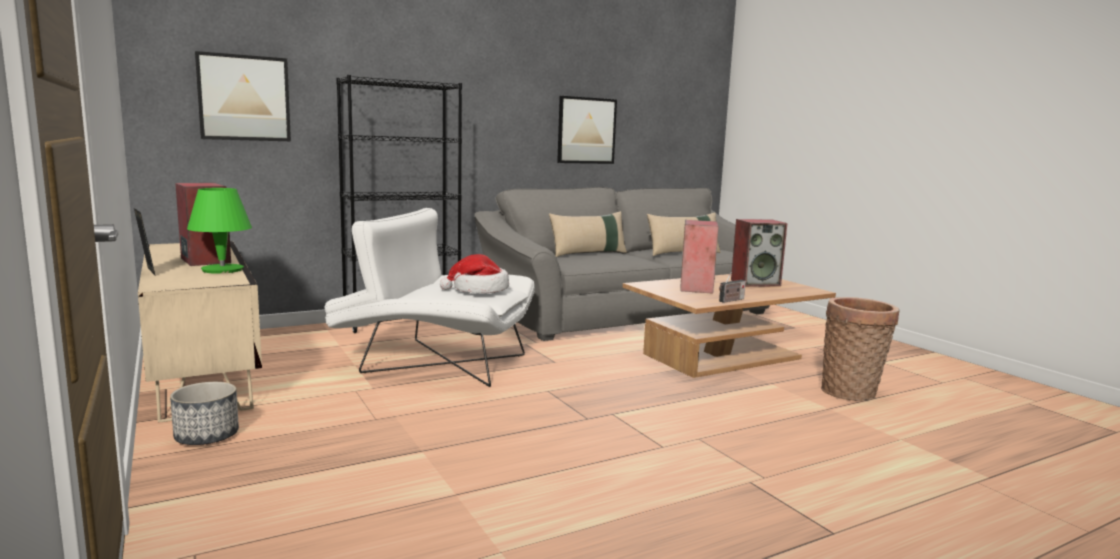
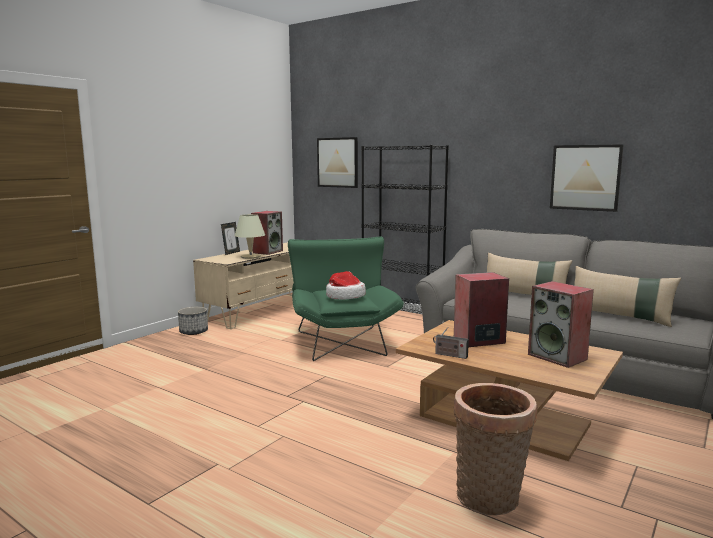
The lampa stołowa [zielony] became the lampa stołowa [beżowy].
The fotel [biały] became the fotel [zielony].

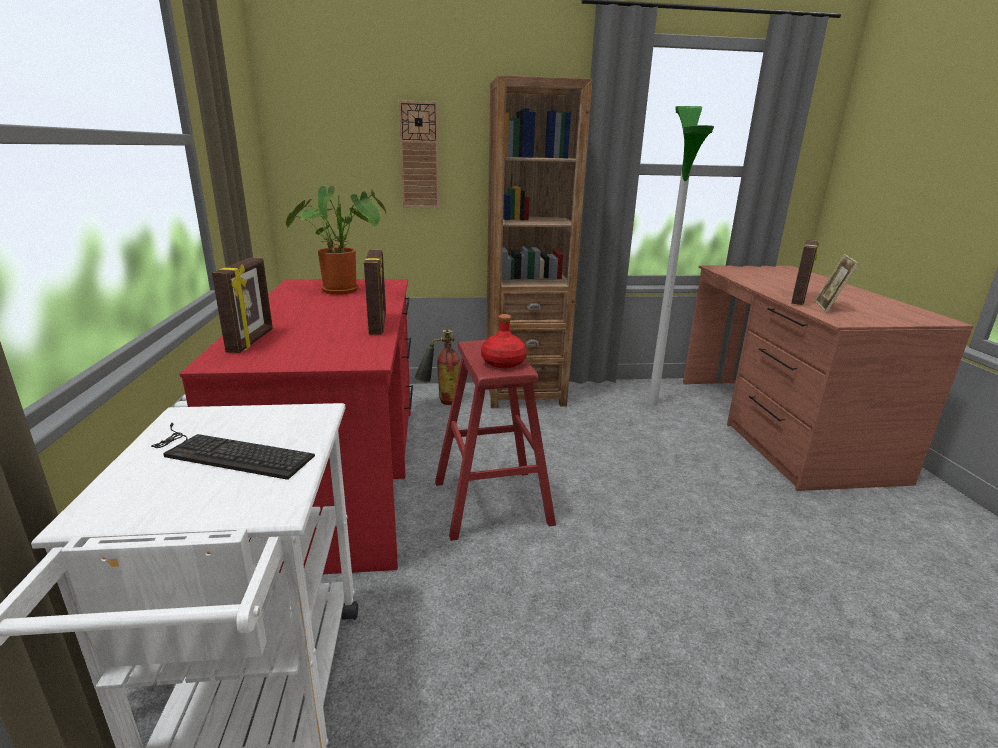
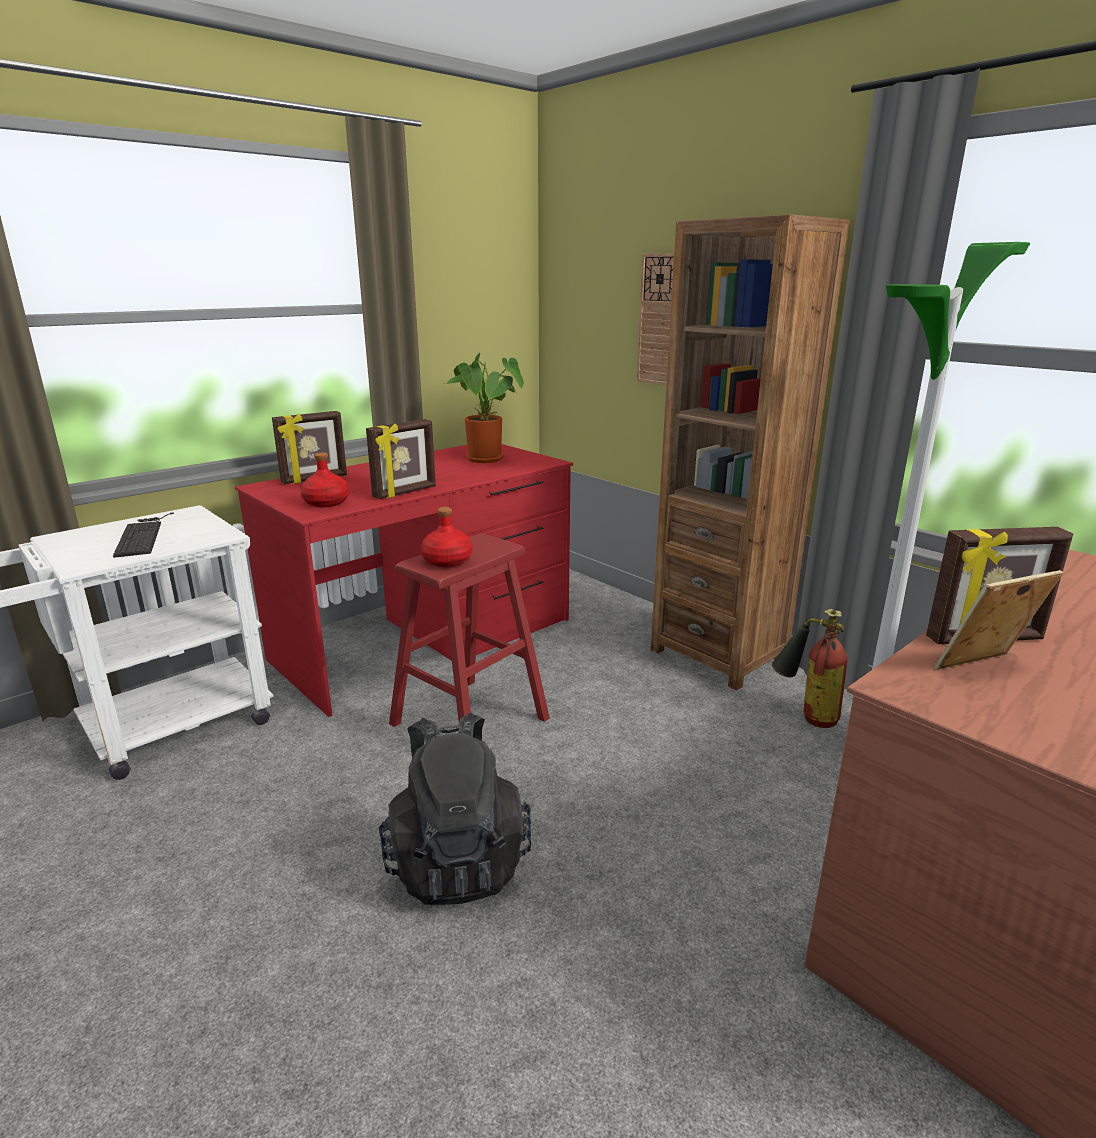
The gaśnica moved.
The butelka [czerwony] (1st from left) appeared.
The plecak [czarny] appeared.

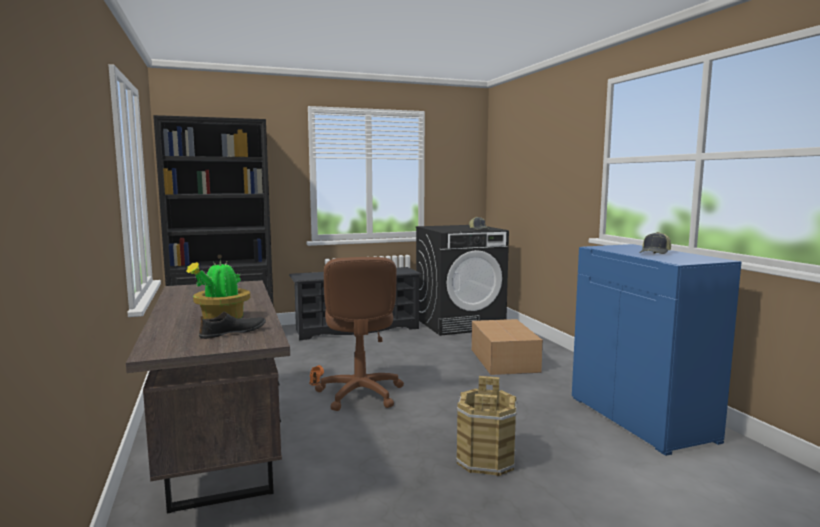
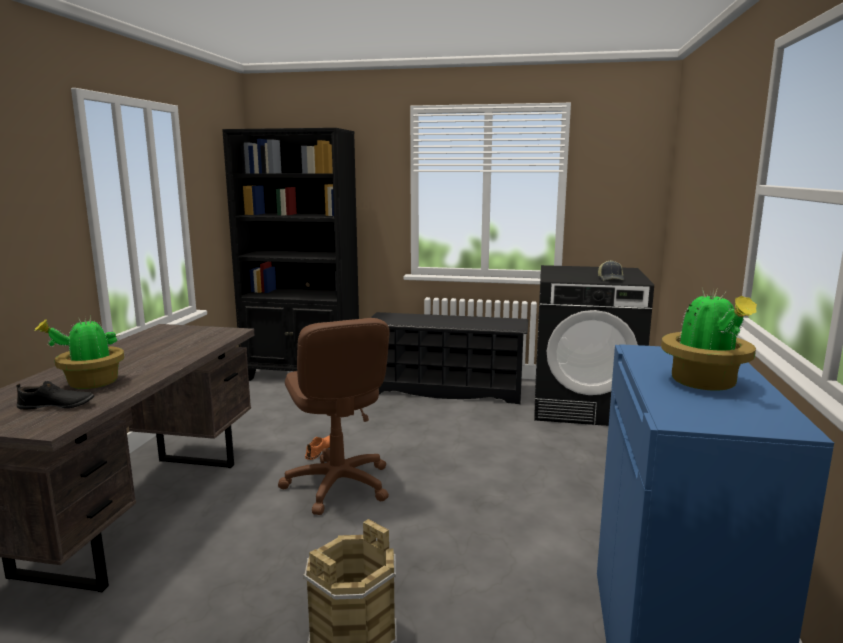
The krzesło biurowe [brązowy] turned 45 degrees counterclockwise.
The karton disappeared.
The czapka z daszkiem (2nd from left) was replaced by the roślina doniczkowa (2nd from left).

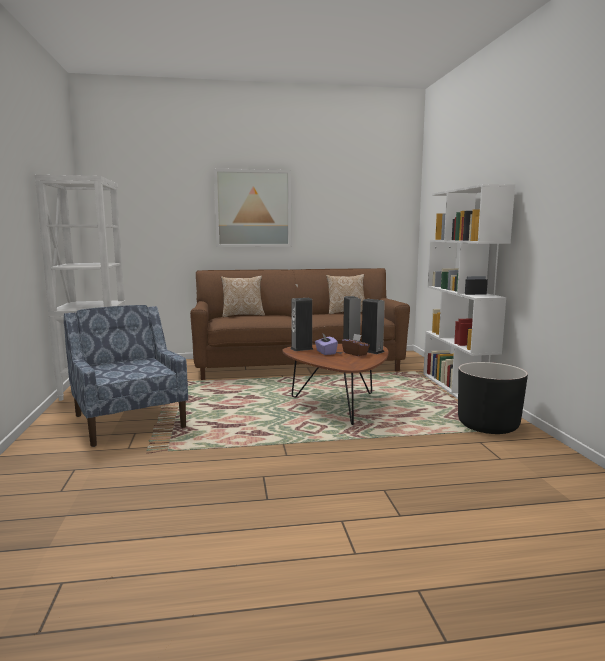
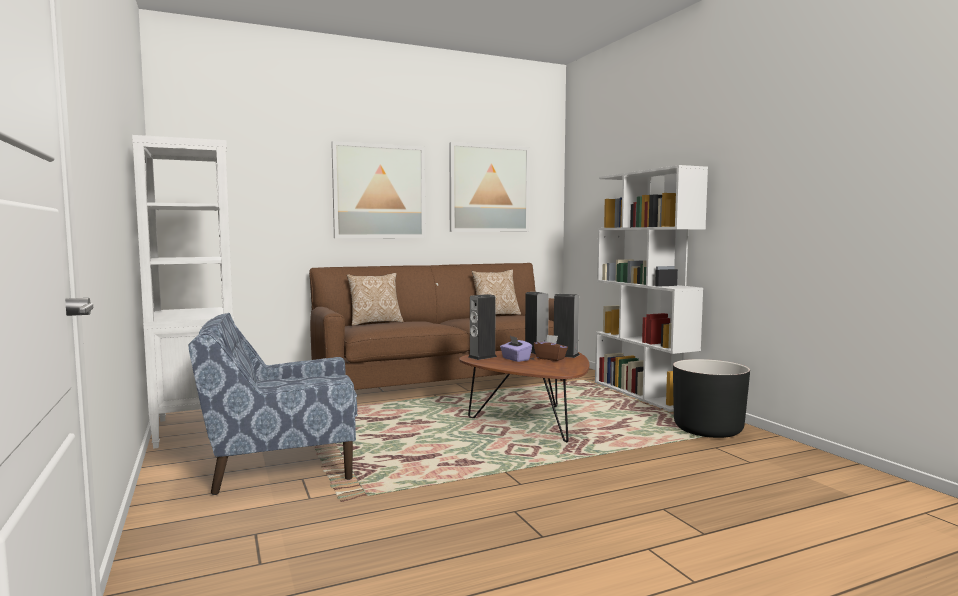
The fotel [niebieski] turned 60 degrees counterclockwise.
The obraz (2nd from left) appeared.

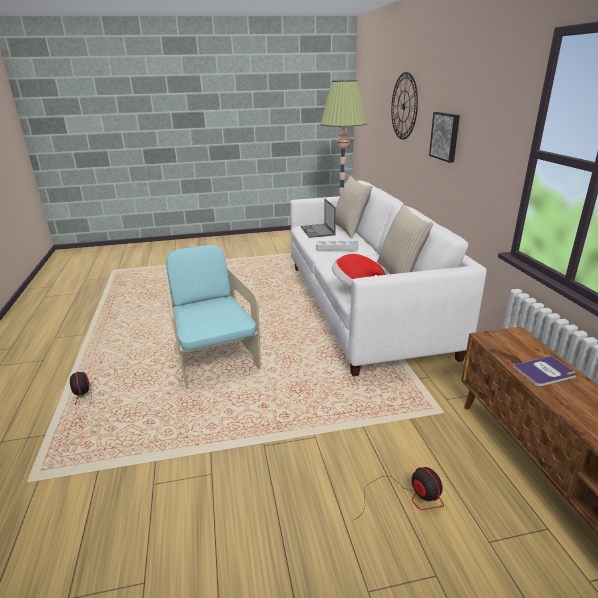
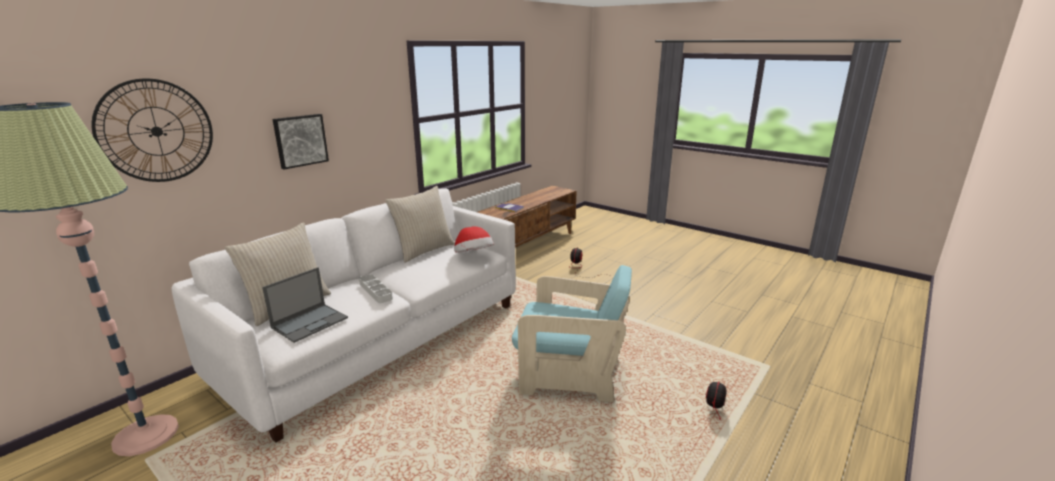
The fotel [turkusowy] turned 105 degrees counterclockwise.

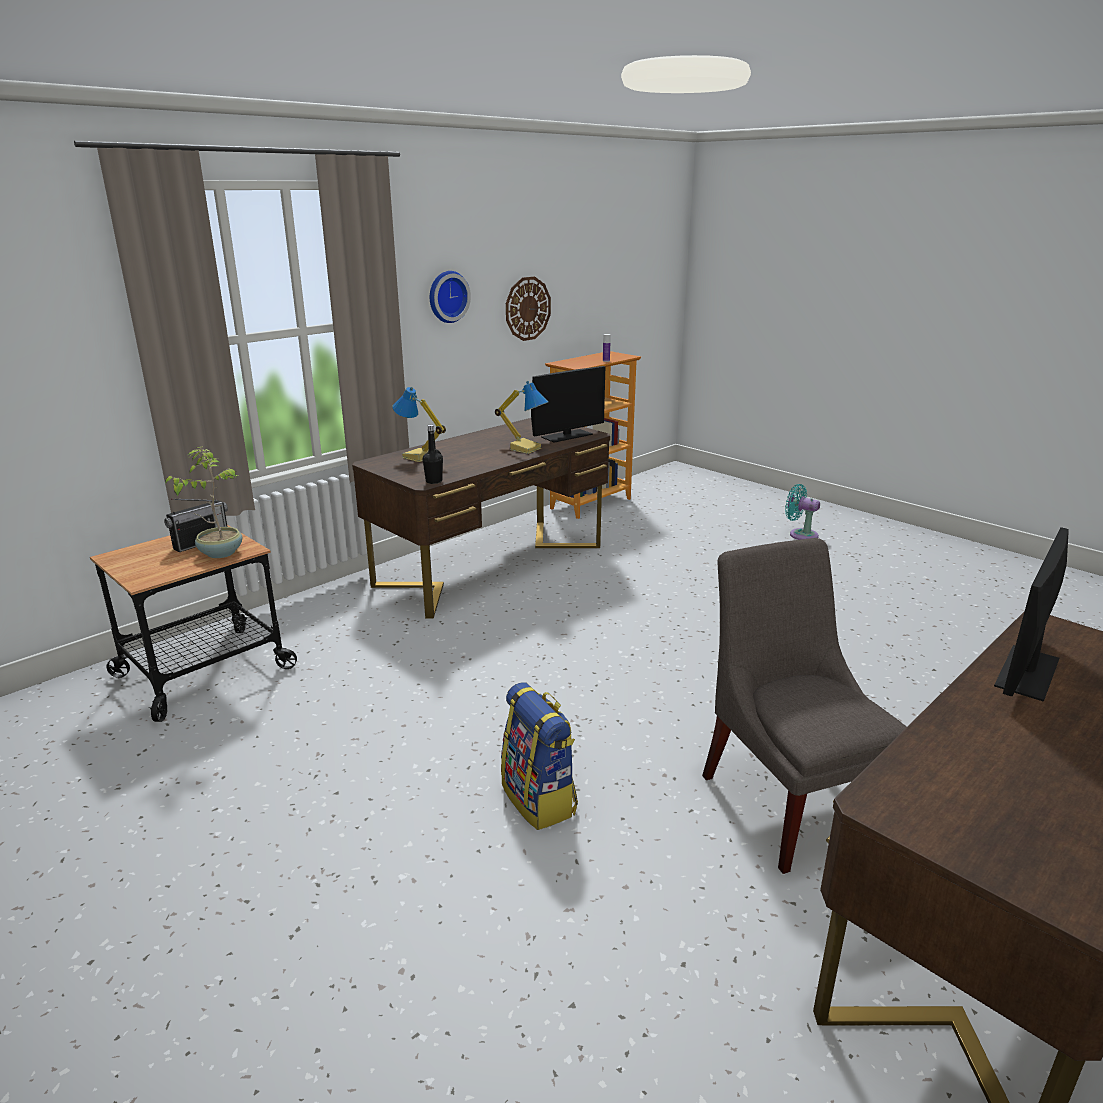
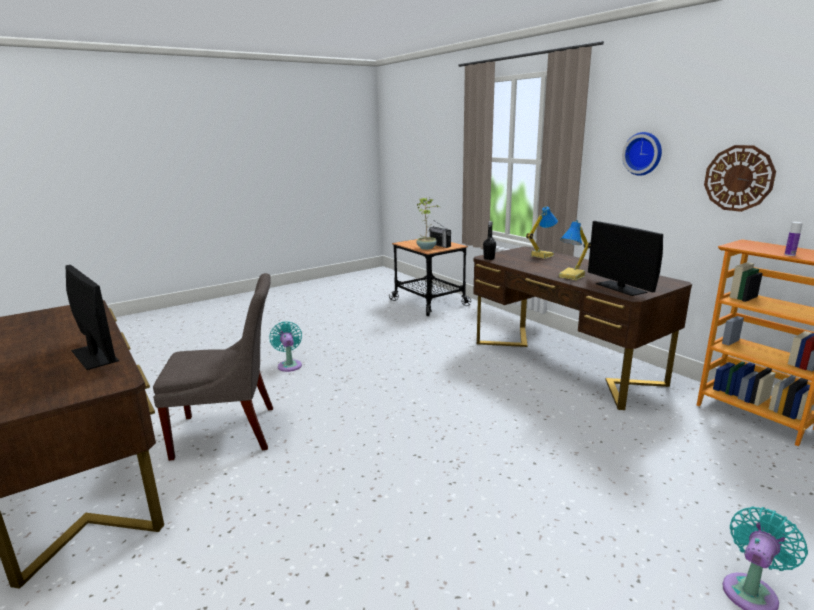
The plecak was replaced by the wentylator [turkusowy] (1st from left).

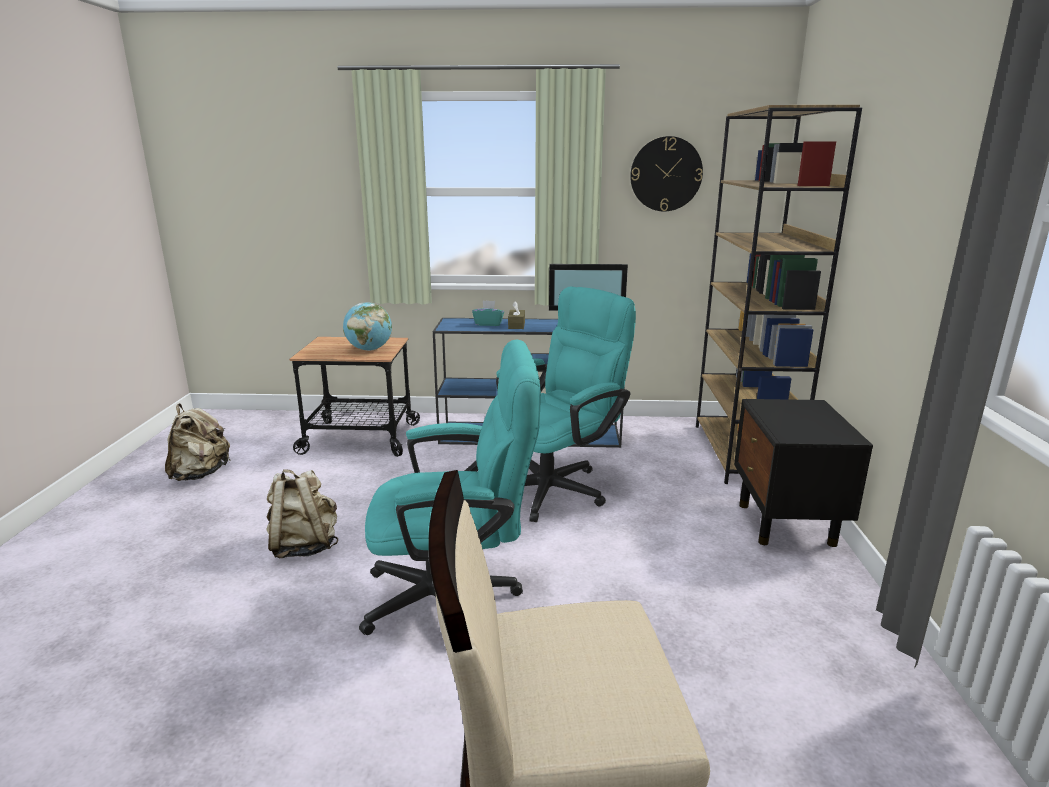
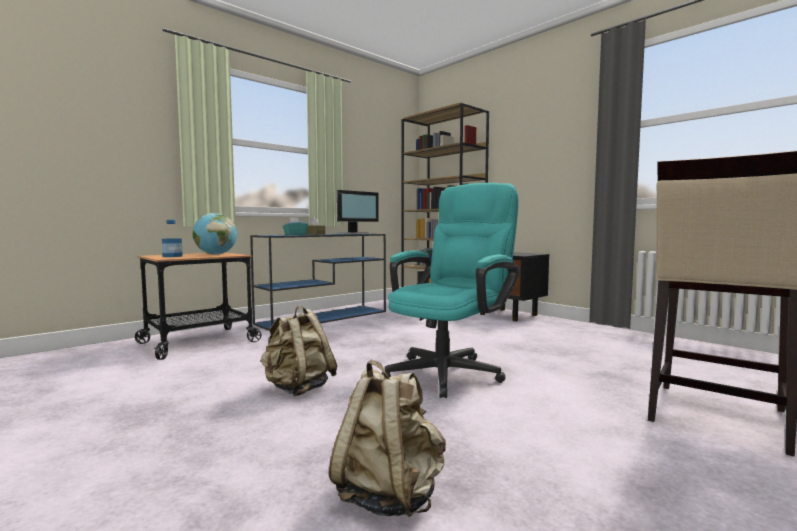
The plecak [beżowy] (1st from left in the first image) moved.
The krzesło biurowe [turkusowy] (2nd from left) disappeared.
The zegar ścienny disappeared.
The butelka appeared.

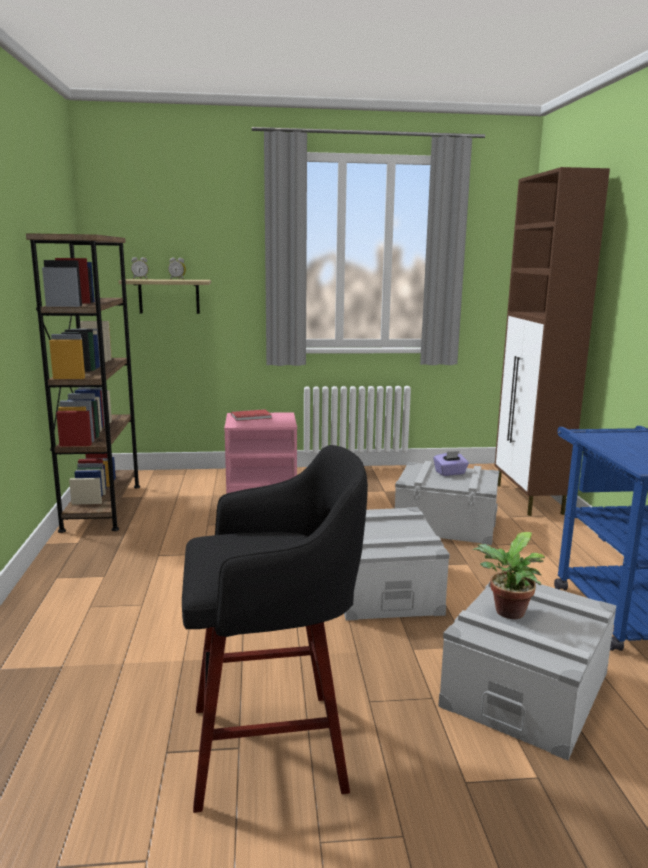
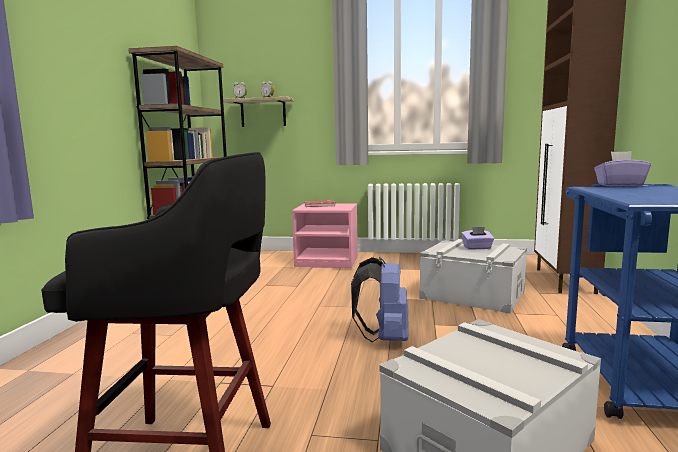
The pojemnik do przechowywania [szary] (1st from left) was replaced by the plecak [niebieski].
The roślina doniczkowa disappeared.
The pudełko chusteczek [fioletowy] (2nd from left) appeared.

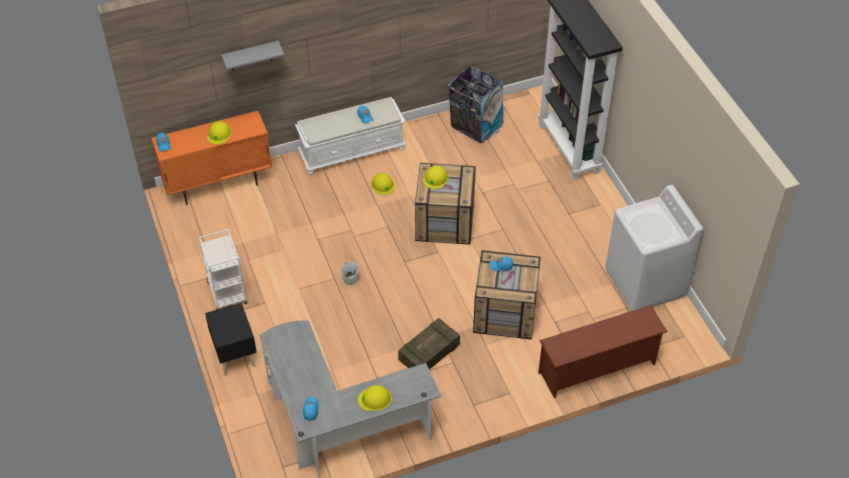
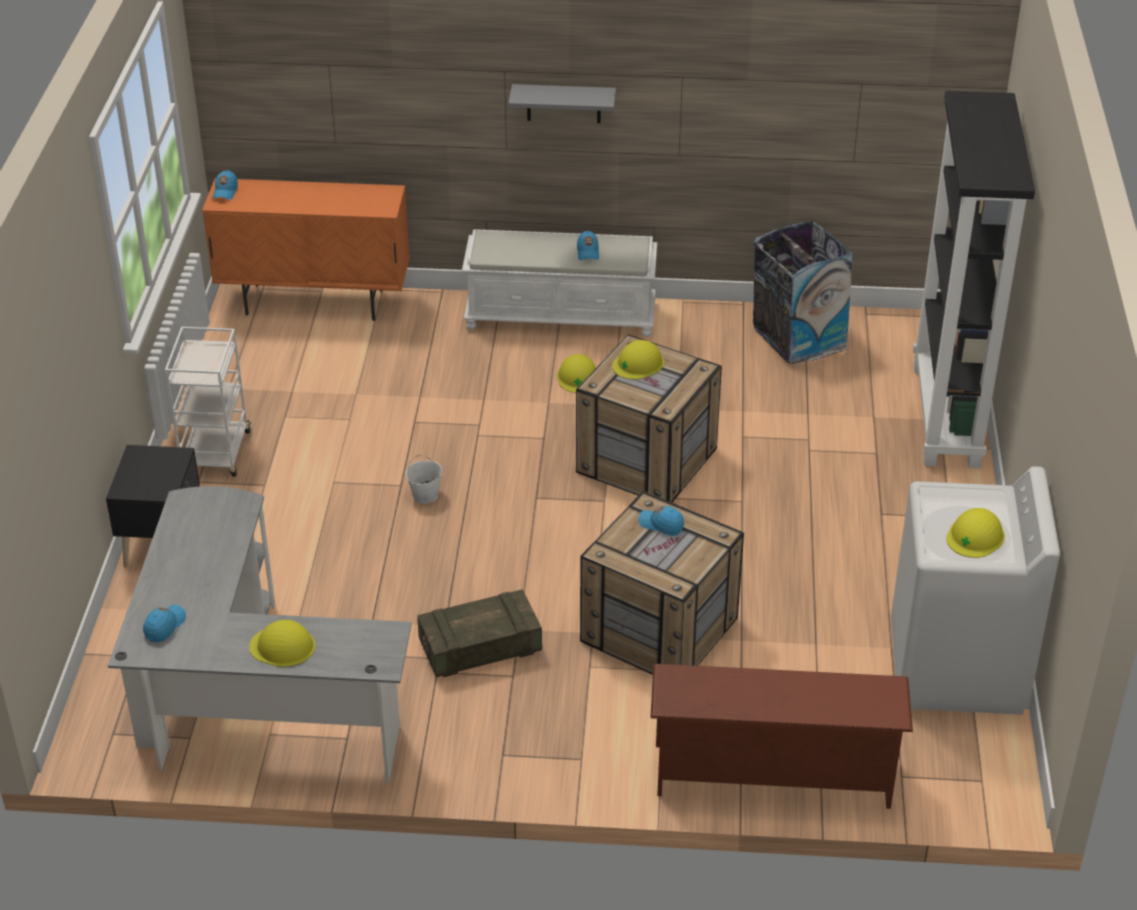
The kask [żółty] (1st from left in the first image) moved.
The półka [szary] moved.

